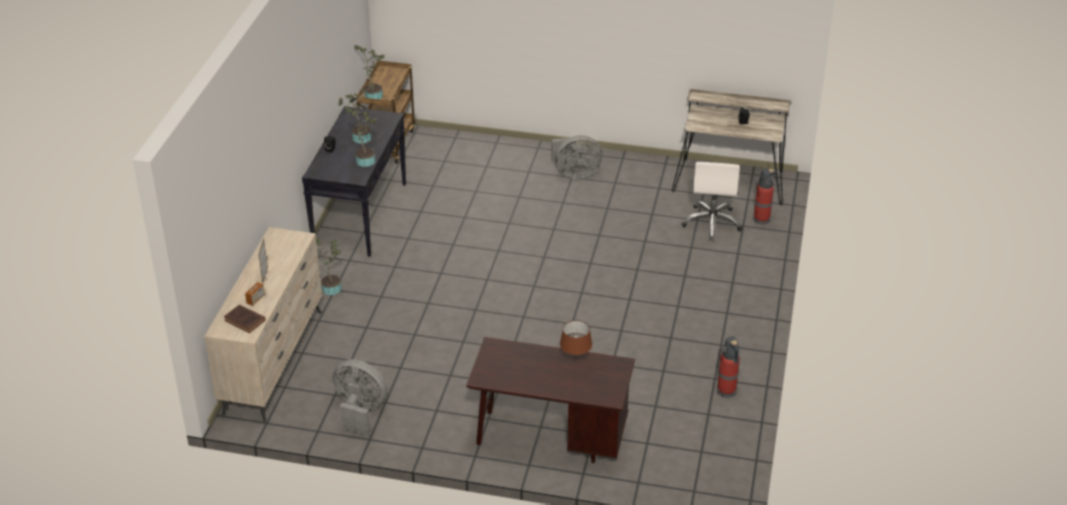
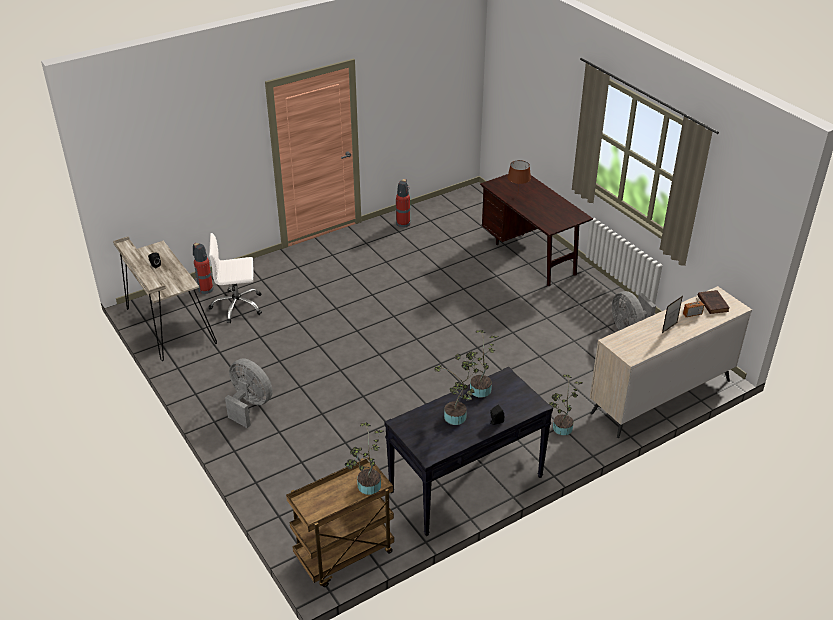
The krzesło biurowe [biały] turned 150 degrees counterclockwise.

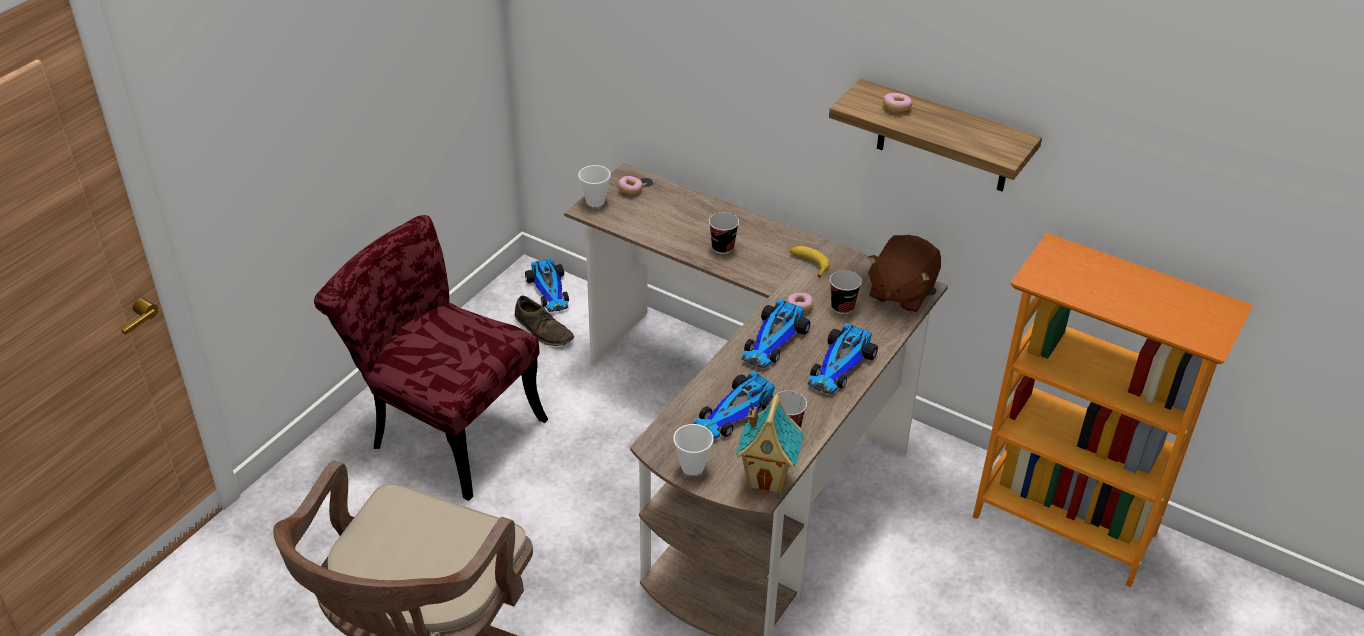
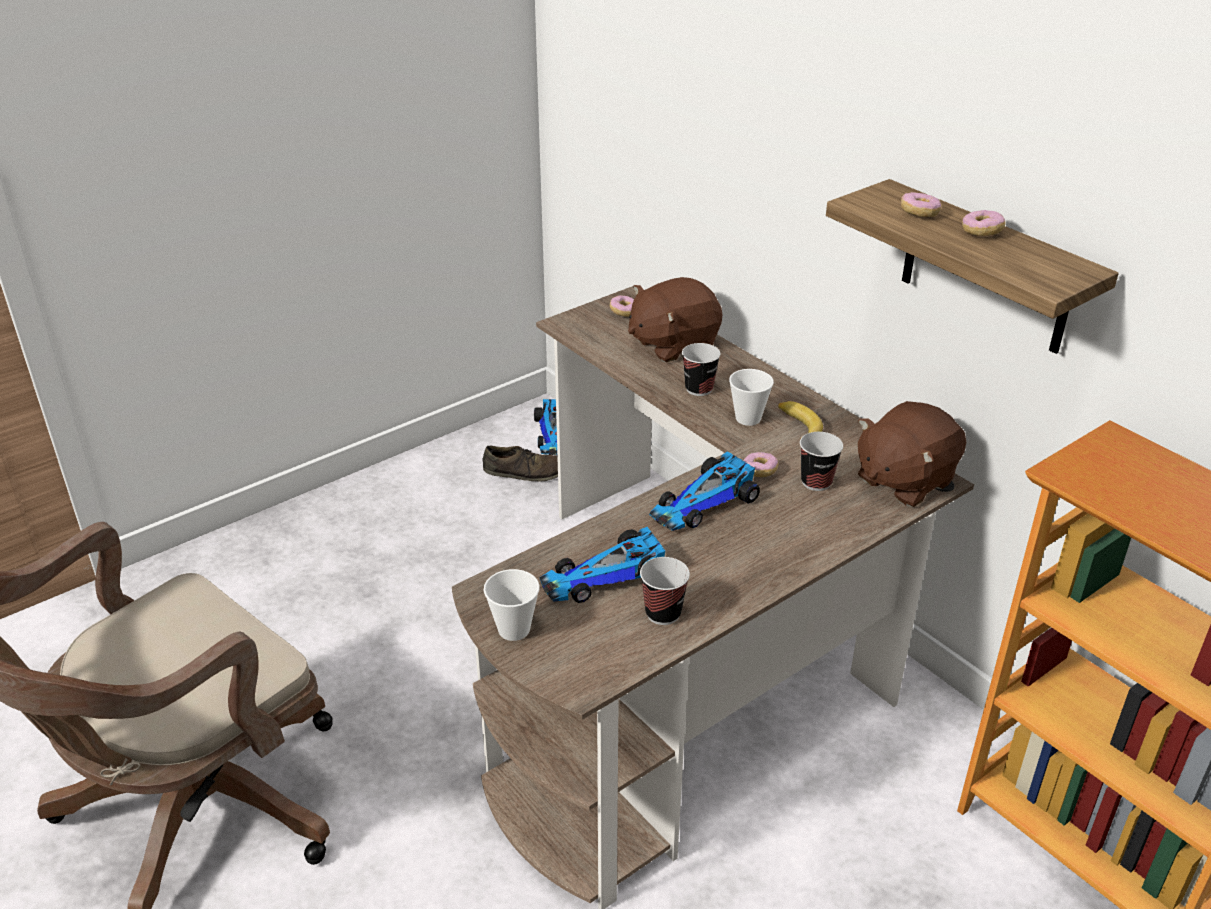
The krzesło [czerwony] disappeared.
The but [brązowy] turned 60 degrees counterclockwise.
The filiżanka (1st from left in the first image) moved.
The domek disappeared.
The samochodzik (4th from left) disappeared.
The pluszak [brązowy] (1st from left) appeared.
The donut (4th from left) appeared.

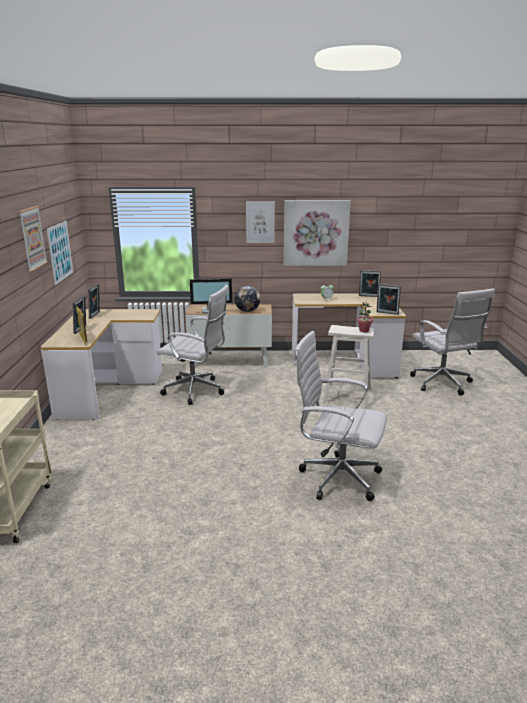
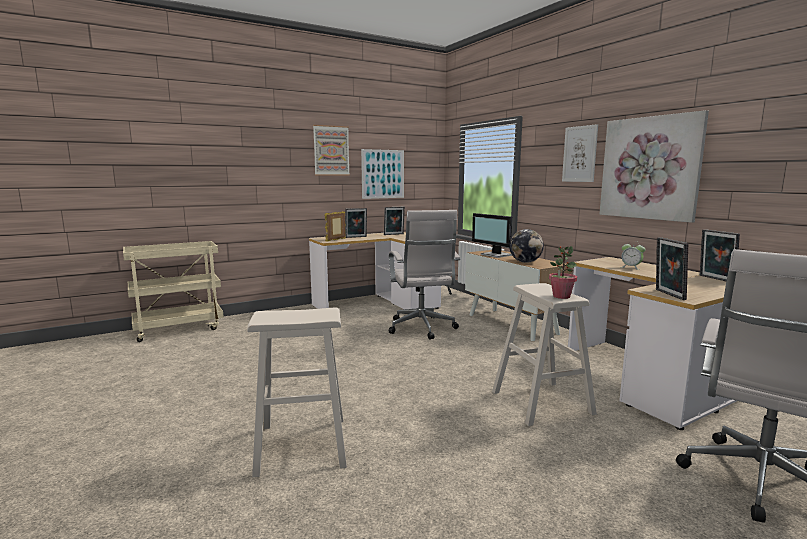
The krzesło biurowe [biały] (2nd from left) was replaced by the stołek [beżowy] (1st from left).

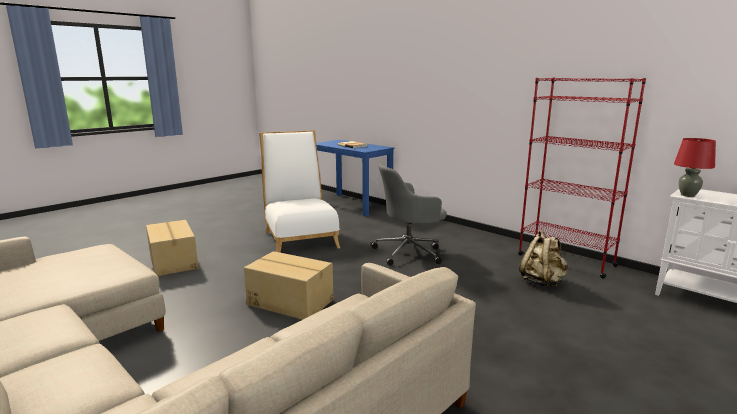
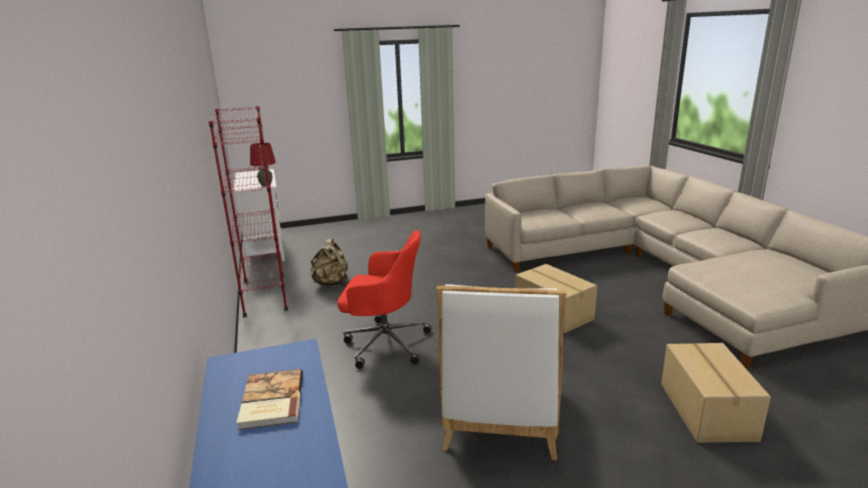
The krzesło biurowe [szary] became the krzesło biurowe [czerwony].

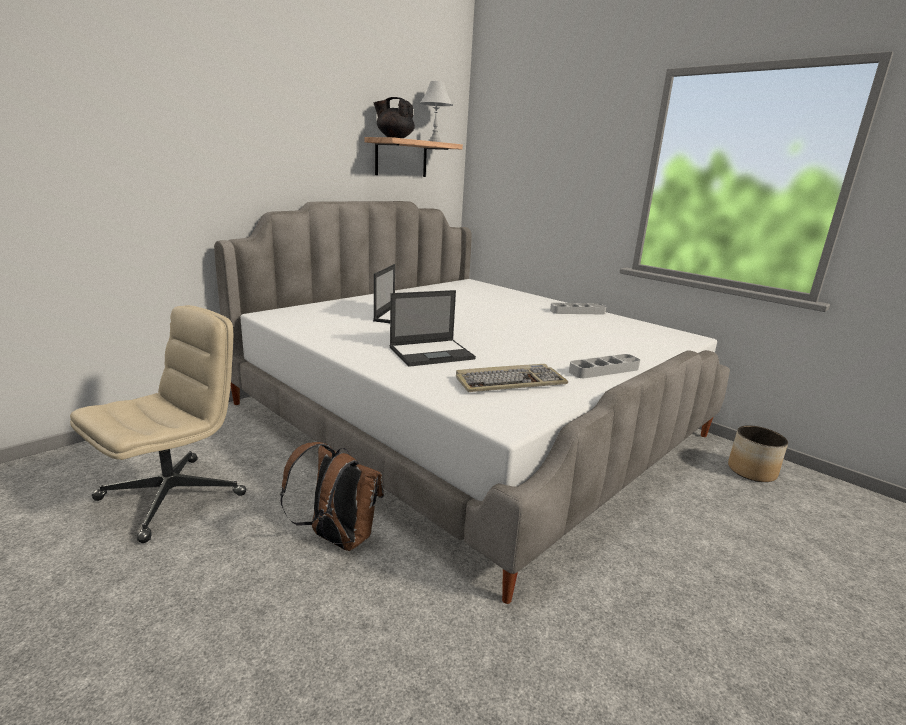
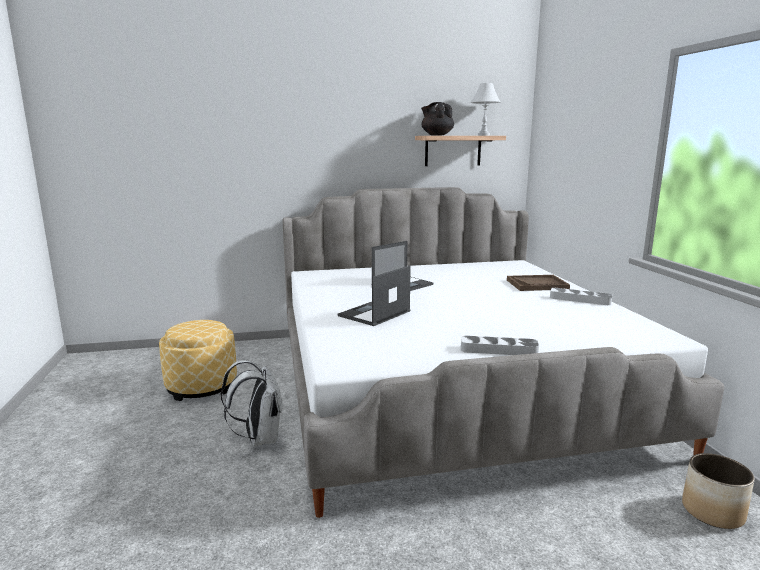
The krzesło biurowe [beżowy] was replaced by the pufa.
The plecak [brązowy] became the plecak [biały].
The laptop (2nd from left in the first image) turned 120 degrees clockwise.
The klawiatura disappeared.
The taca [brązowy] appeared.

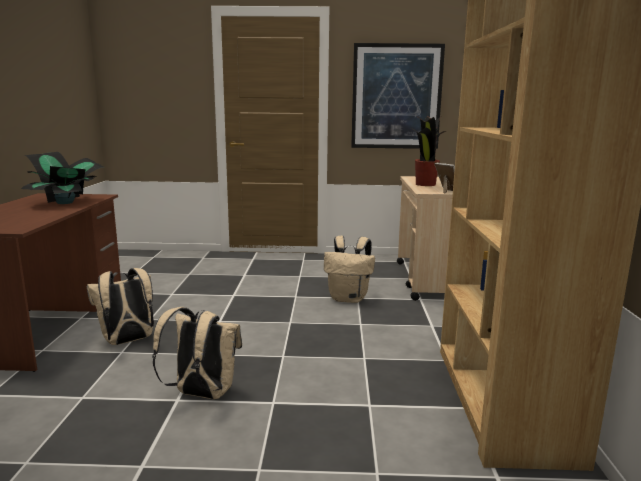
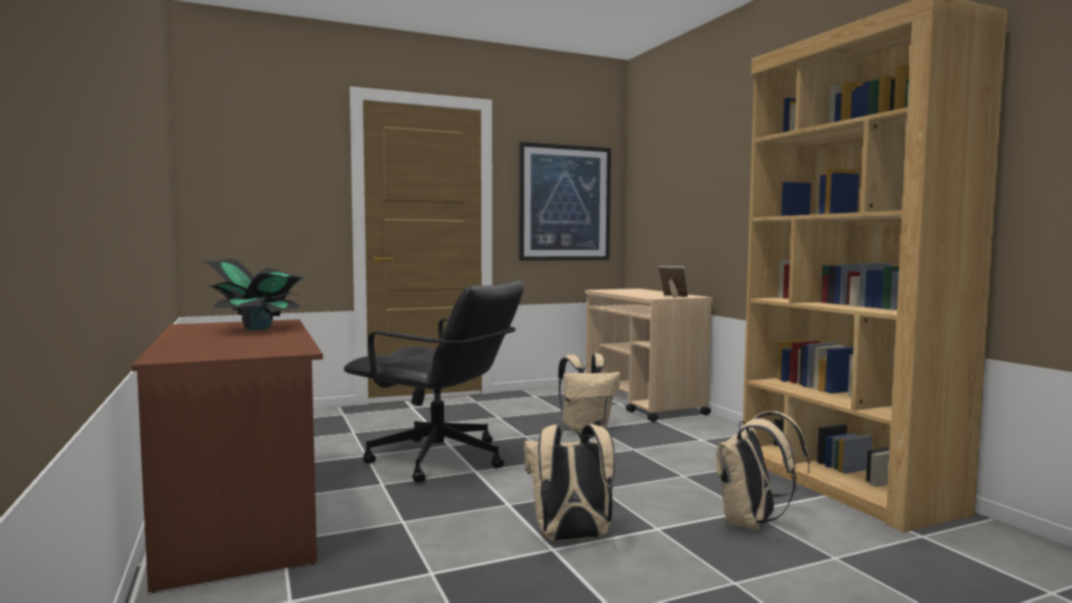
The plecak [beżowy] (1st from left in the first image) moved.
The roślina doniczkowa (2nd from left) disappeared.
The krzesło biurowe [czarny] appeared.

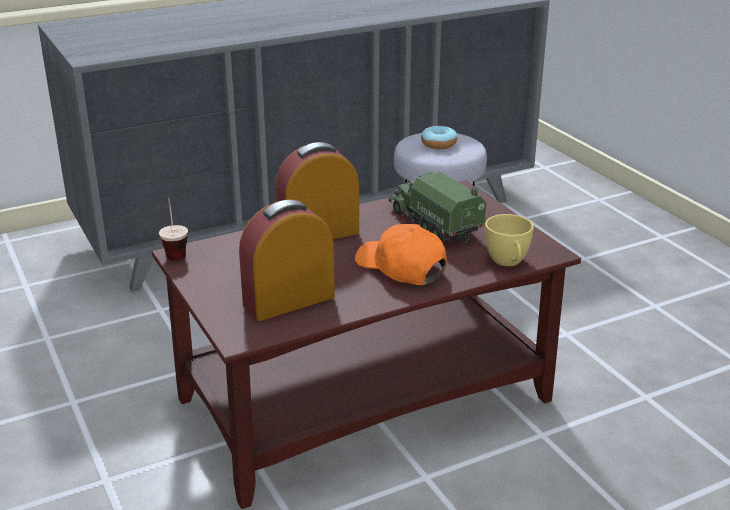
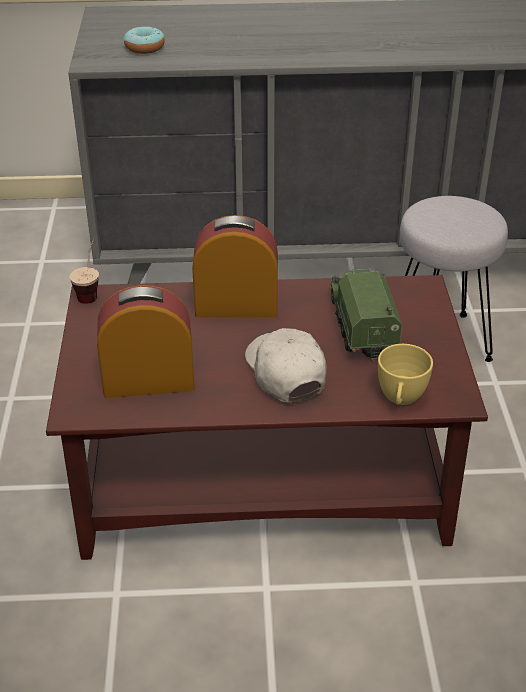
The czapka z daszkiem [pomarańczowy] became the czapka z daszkiem [biały].
The donut moved.

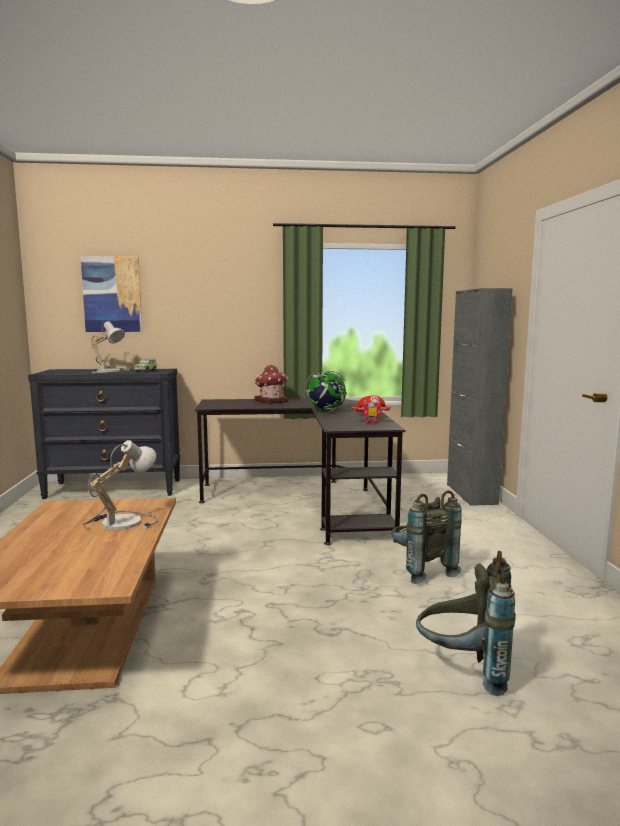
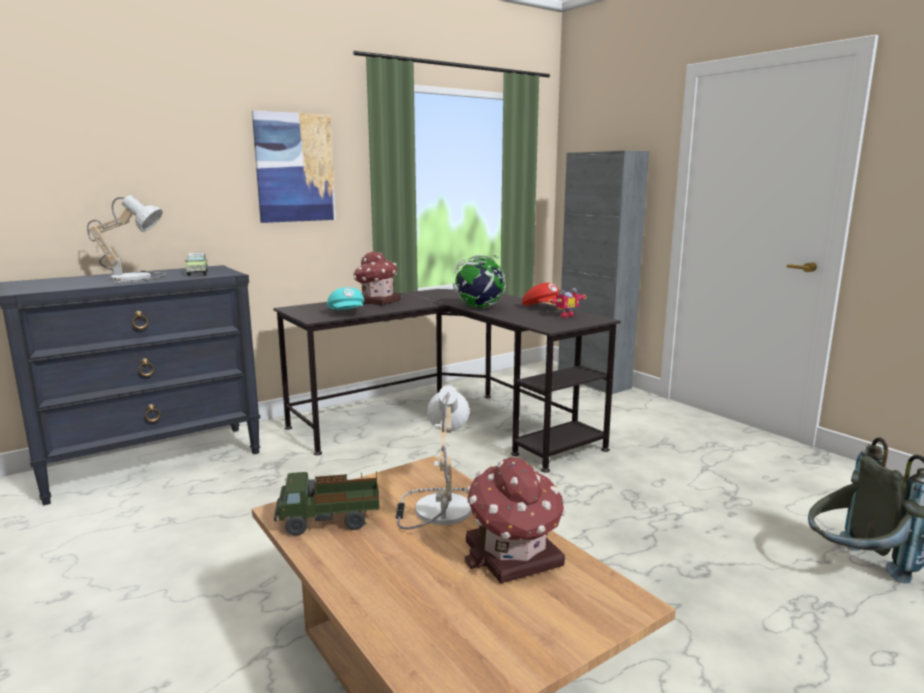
The obraz moved.
The plecak [szary] (1st from left) disappeared.
The ciężarówka zabawkowa appeared.
The czapka z daszkiem [turkusowy] appeared.
The domek (2nd from left) appeared.

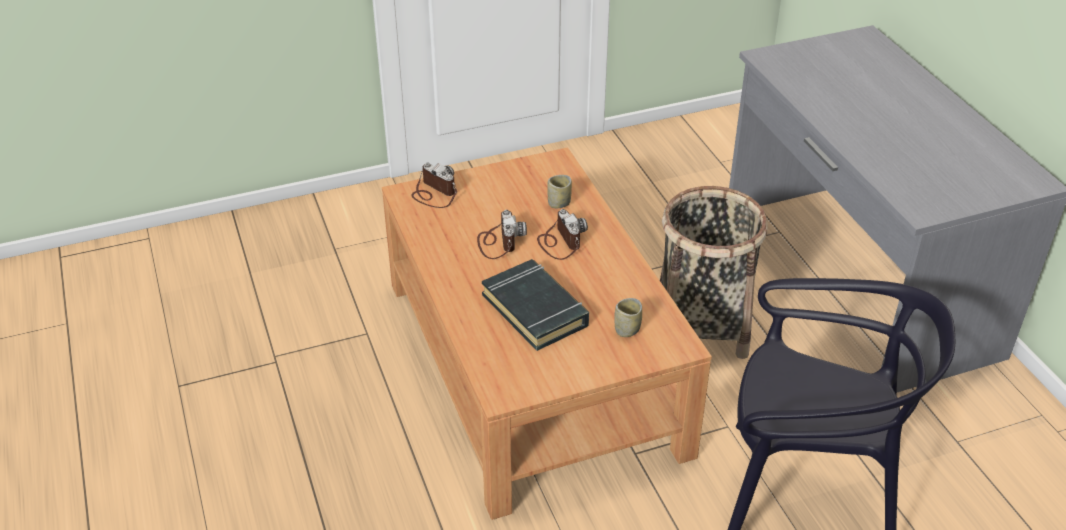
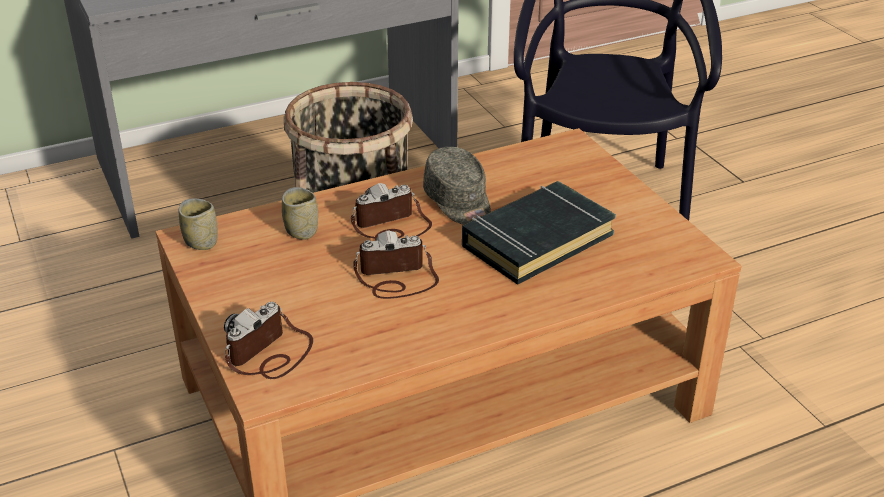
The filiżanka (2nd from left in the first image) moved.
The czapka z daszkiem [szary] appeared.

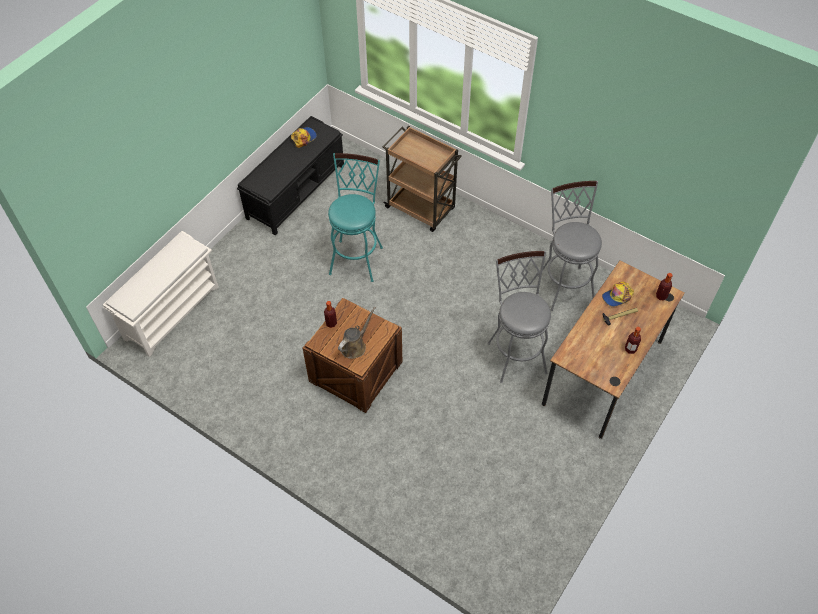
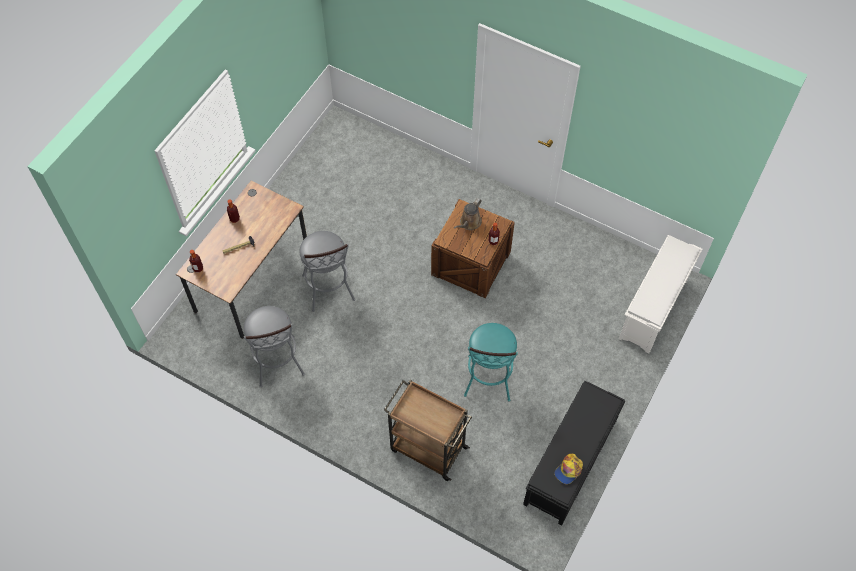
The czapka z daszkiem (2nd from left) disappeared.

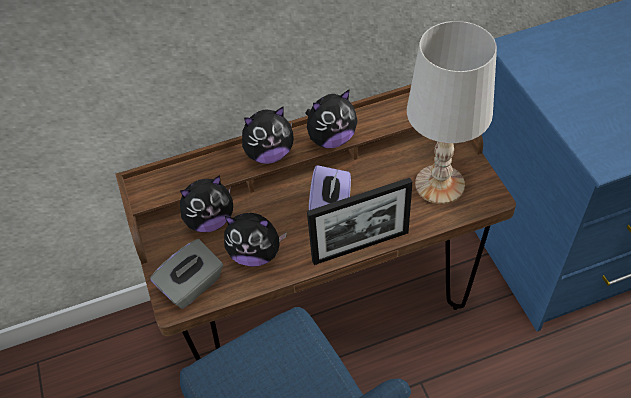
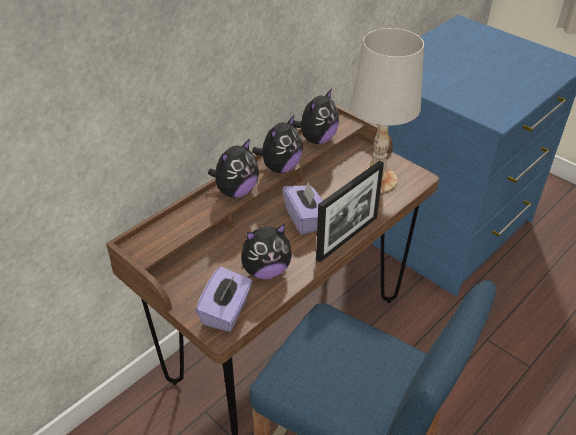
The pudełko chusteczek [szary] became the pudełko chusteczek [fioletowy] (1st from left).
The pluszak (1st from left in the first image) moved.

